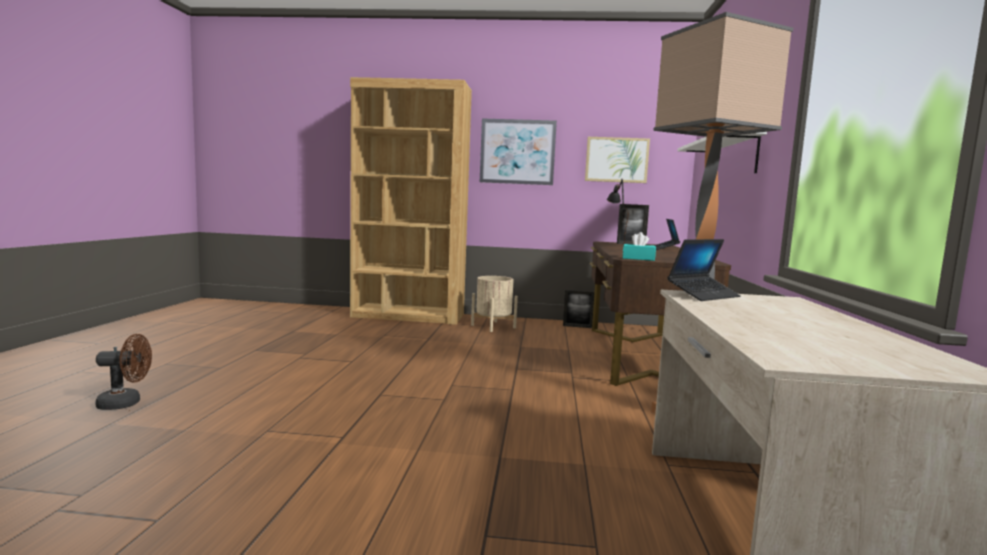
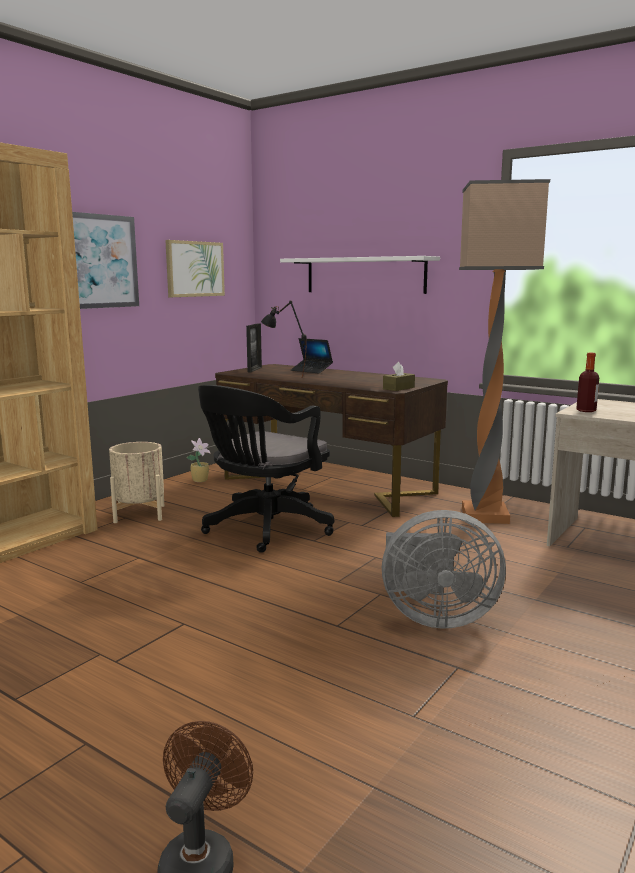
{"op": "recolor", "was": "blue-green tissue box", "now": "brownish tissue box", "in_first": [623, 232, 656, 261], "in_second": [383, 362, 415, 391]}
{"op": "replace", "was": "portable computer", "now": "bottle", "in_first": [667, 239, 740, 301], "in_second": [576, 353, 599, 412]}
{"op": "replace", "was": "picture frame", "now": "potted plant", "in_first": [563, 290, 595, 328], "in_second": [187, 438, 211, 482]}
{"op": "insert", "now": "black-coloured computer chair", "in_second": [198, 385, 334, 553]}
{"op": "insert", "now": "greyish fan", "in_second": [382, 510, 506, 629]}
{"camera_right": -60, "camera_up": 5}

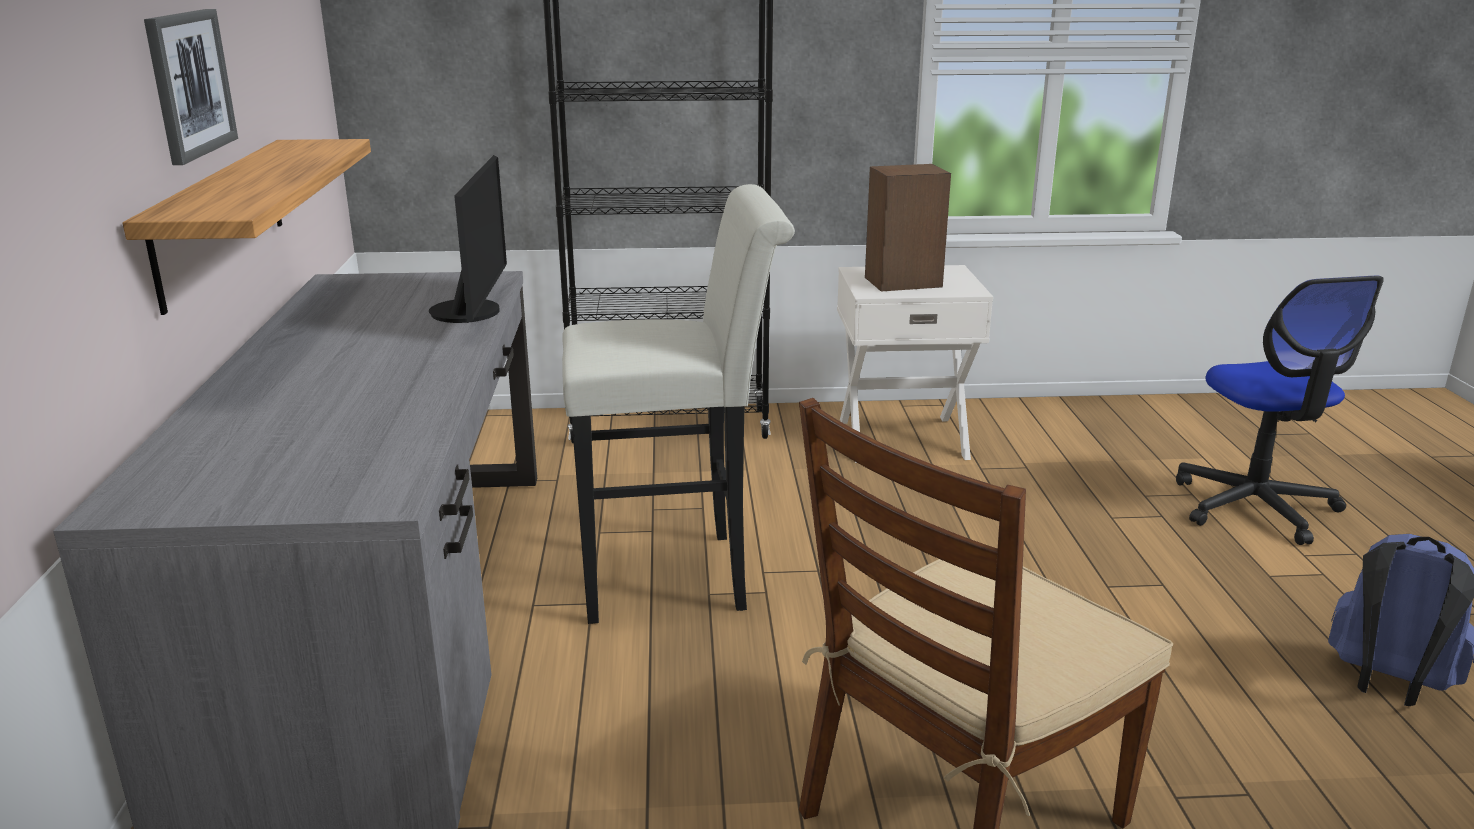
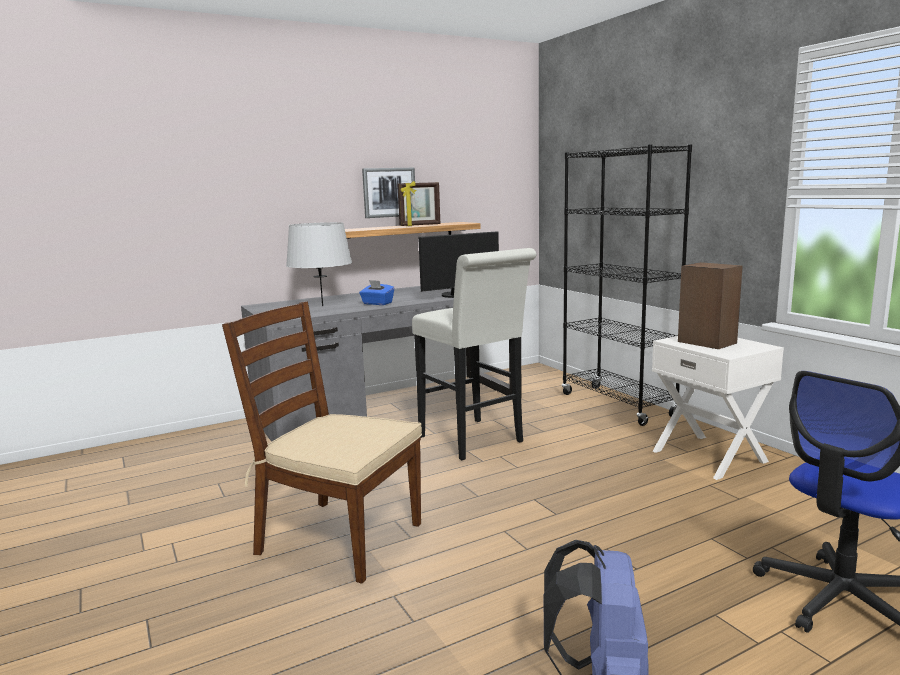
{"op": "insert", "now": "picture frame", "in_second": [397, 181, 440, 226]}
{"op": "insert", "now": "greyish table lamp", "in_second": [286, 222, 352, 306]}
{"op": "insert", "now": "blue tissue box", "in_second": [359, 280, 394, 305]}
{"camera_right": 65, "camera_up": -10}

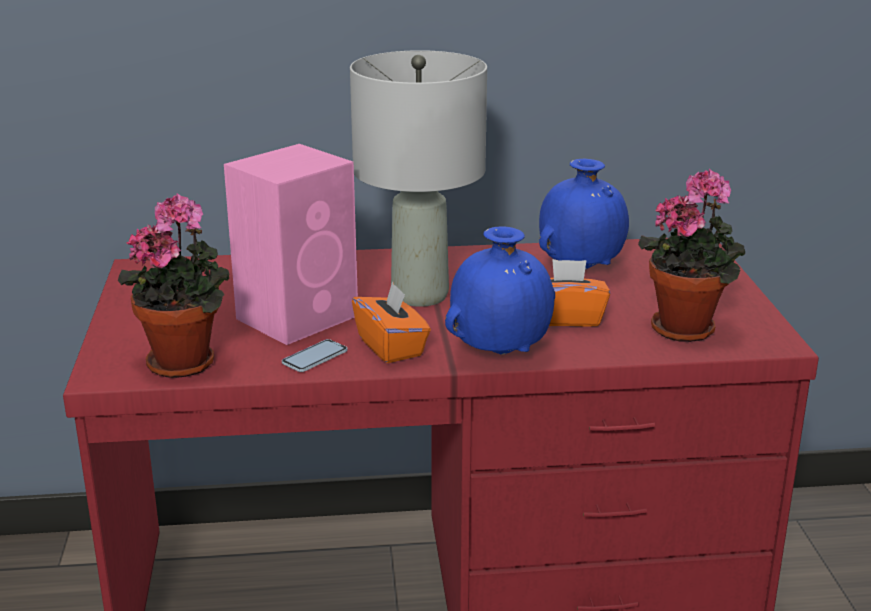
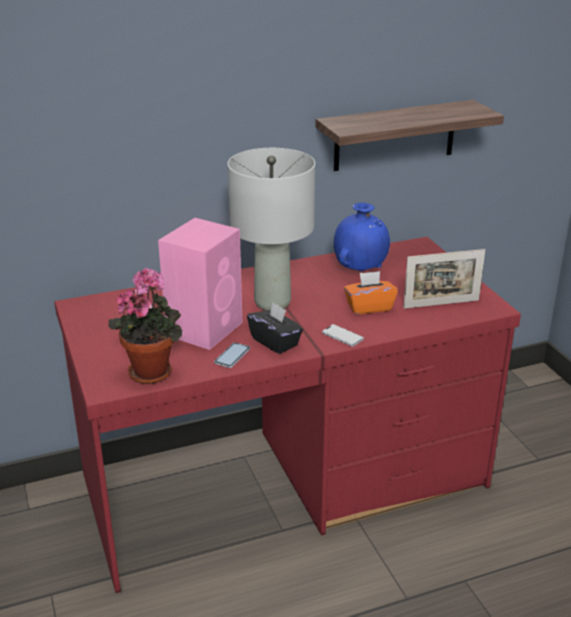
{"op": "replace", "was": "potted plant", "now": "picture frame", "in_first": [638, 169, 745, 342], "in_second": [403, 249, 485, 309]}
{"op": "replace", "was": "blue flower vase", "now": "telephone", "in_first": [445, 226, 555, 355], "in_second": [322, 324, 364, 346]}
{"op": "recolor", "was": "orange-coloured tissue box", "now": "black-coloured tissue box", "in_first": [352, 281, 431, 363], "in_second": [247, 302, 303, 354]}
{"op": "insert", "now": "wall shelf", "in_second": [315, 100, 504, 171]}
{"camera_right": -15, "camera_up": 5}

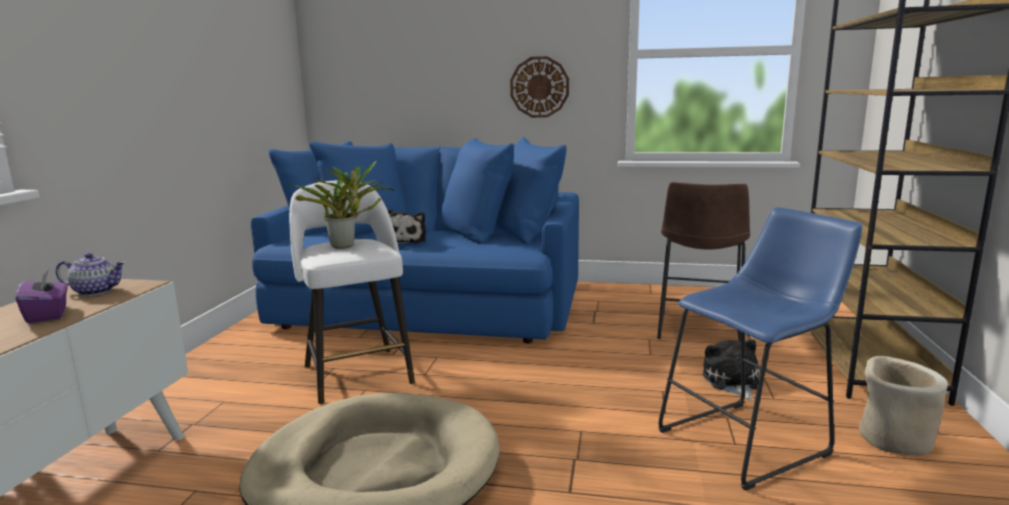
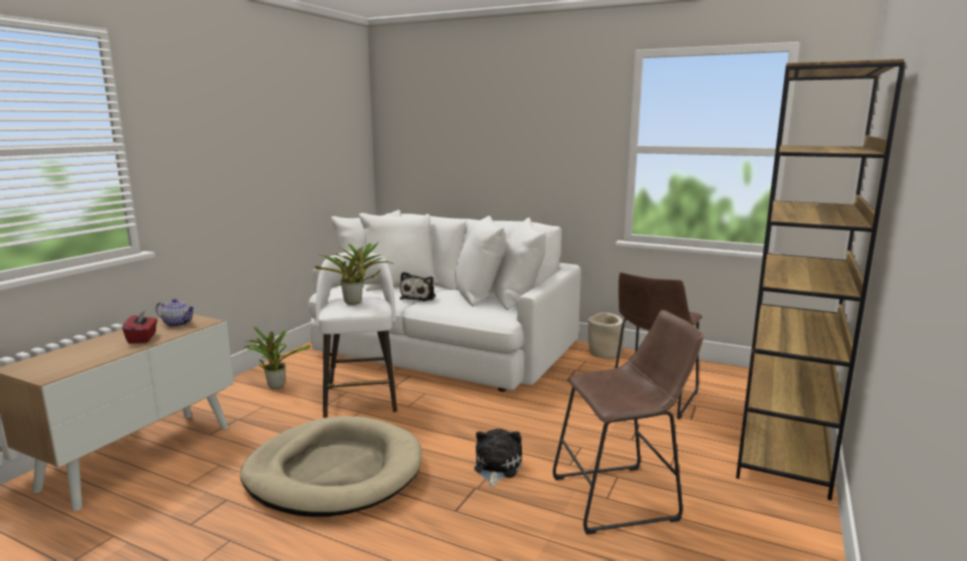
{"op": "delete", "was": "hanging clock", "in_first": [510, 56, 569, 118]}
{"op": "recolor", "was": "blue sofa", "now": "white sofa", "in_first": [251, 137, 579, 343], "in_second": [308, 210, 581, 392]}
{"op": "recolor", "was": "blue stool seat", "now": "brownish stool seat", "in_first": [658, 207, 863, 491], "in_second": [553, 310, 704, 534]}
{"op": "recolor", "was": "purple tissue box", "now": "red tissue box", "in_first": [16, 269, 68, 323], "in_second": [122, 309, 157, 344]}
{"op": "move", "was": "cuddly toy", "in_first": [702, 339, 759, 400], "in_second": [474, 429, 522, 487]}
{"op": "move", "was": "sand-coloured planter", "in_first": [859, 356, 948, 455], "in_second": [588, 312, 624, 359]}
{"op": "insert", "now": "potted plant", "in_second": [244, 327, 310, 389]}
{"camera_right": 15, "camera_up": 0}

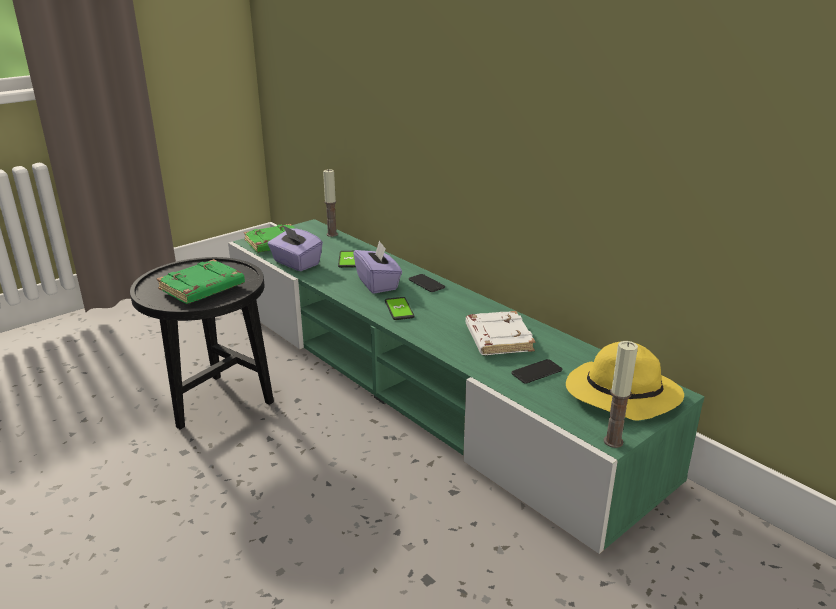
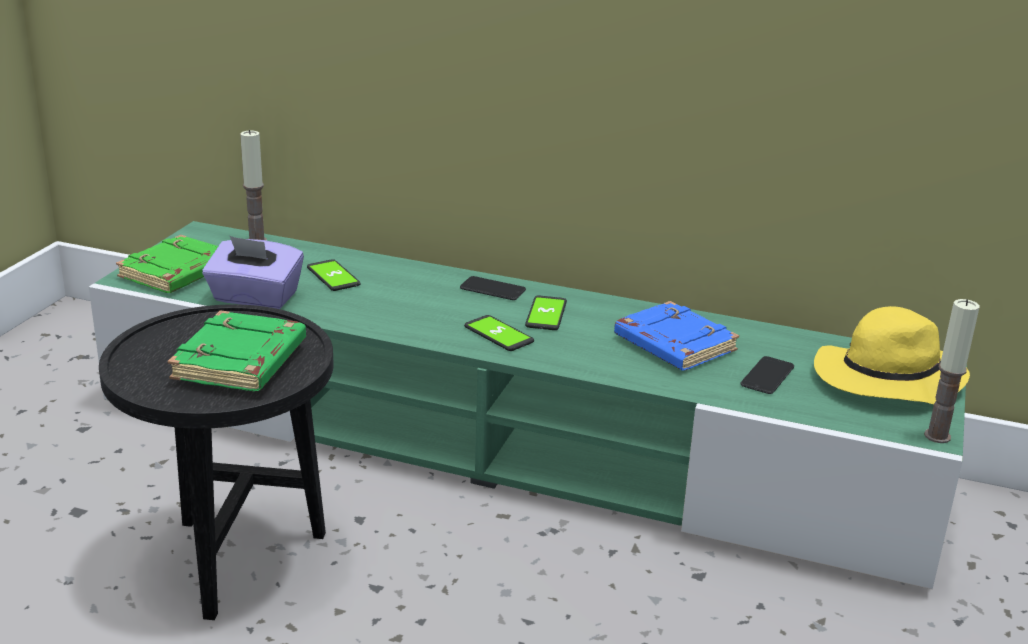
{"op": "delete", "was": "purple tissue box", "in_first": [353, 240, 402, 294]}
{"op": "recolor", "was": "white bound book", "now": "blue bound book", "in_first": [466, 311, 535, 355], "in_second": [614, 301, 739, 371]}
{"op": "insert", "now": "telephone", "in_second": [525, 296, 567, 330]}
{"camera_right": -30, "camera_up": 0}

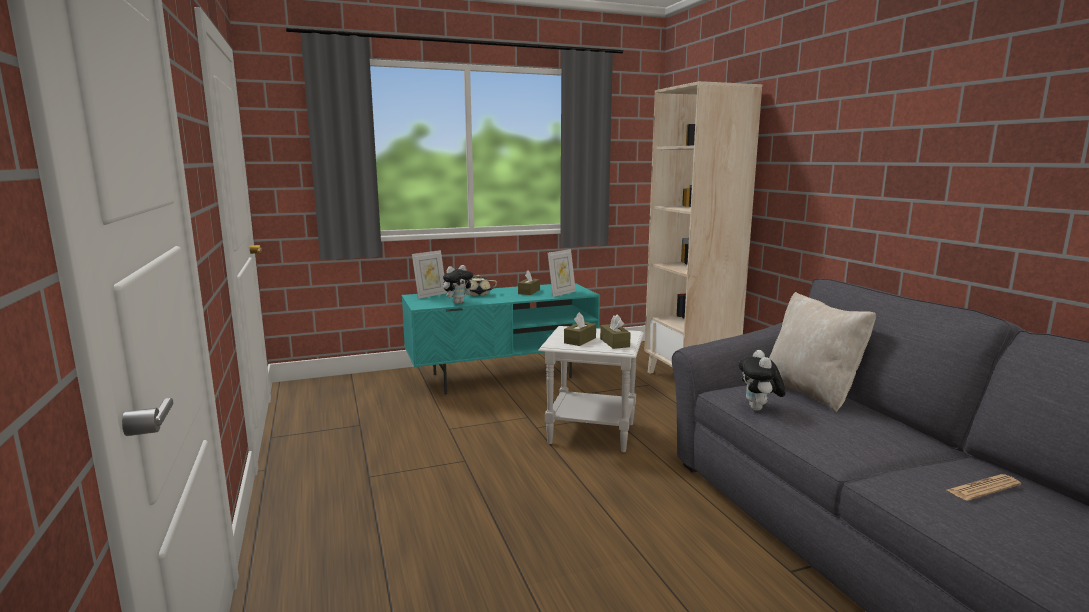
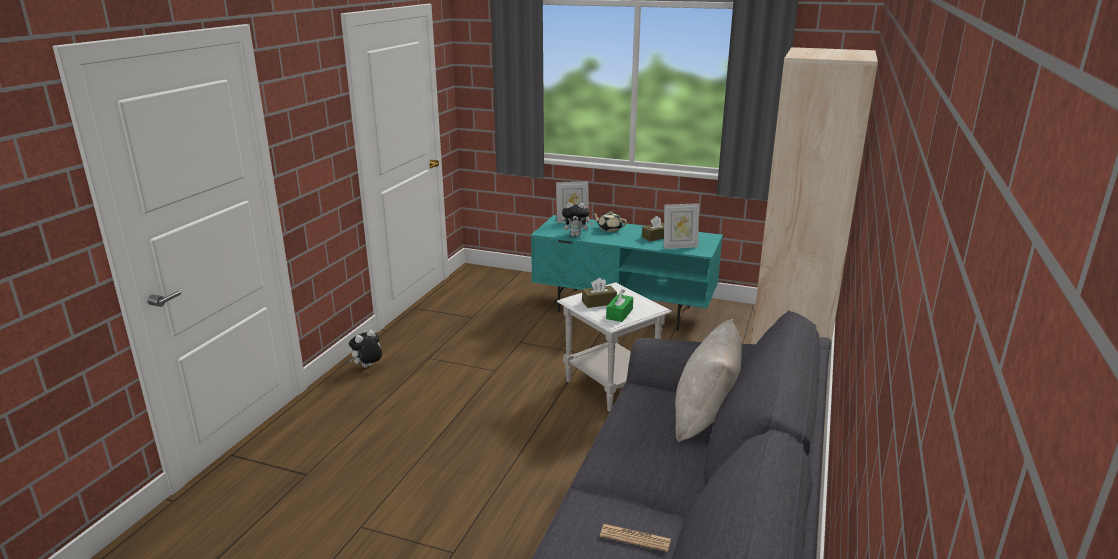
{"op": "recolor", "was": "brownish tissue box", "now": "green tissue box", "in_first": [600, 315, 631, 349], "in_second": [606, 289, 633, 322]}
{"op": "move", "was": "cuddly toy", "in_first": [739, 350, 786, 411], "in_second": [349, 330, 382, 368]}
{"camera_right": 40, "camera_up": 10}

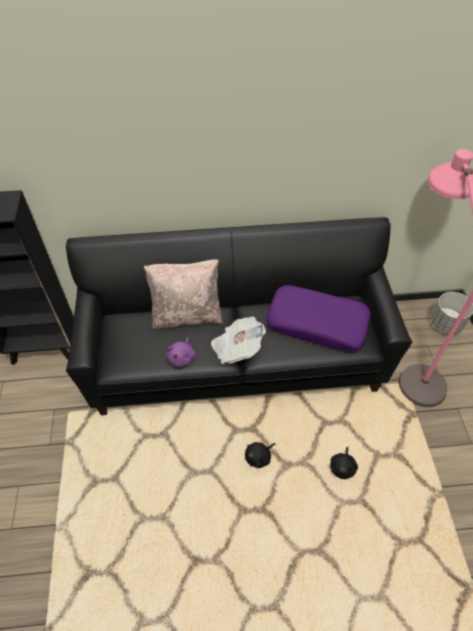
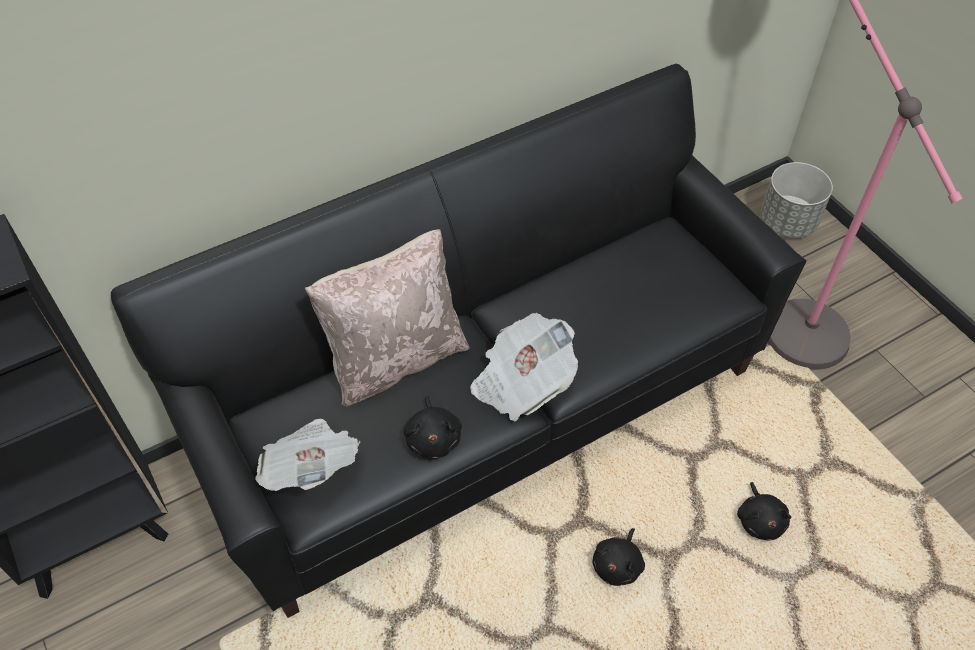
{"op": "delete", "was": "purple throw pillow", "in_first": [267, 285, 371, 351]}
{"op": "recolor", "was": "purple cuddly toy", "now": "black-coloured cuddly toy", "in_first": [166, 337, 196, 367], "in_second": [404, 396, 462, 459]}
{"op": "insert", "now": "printed paper", "in_second": [255, 419, 360, 491]}
{"camera_right": -25, "camera_up": 0}

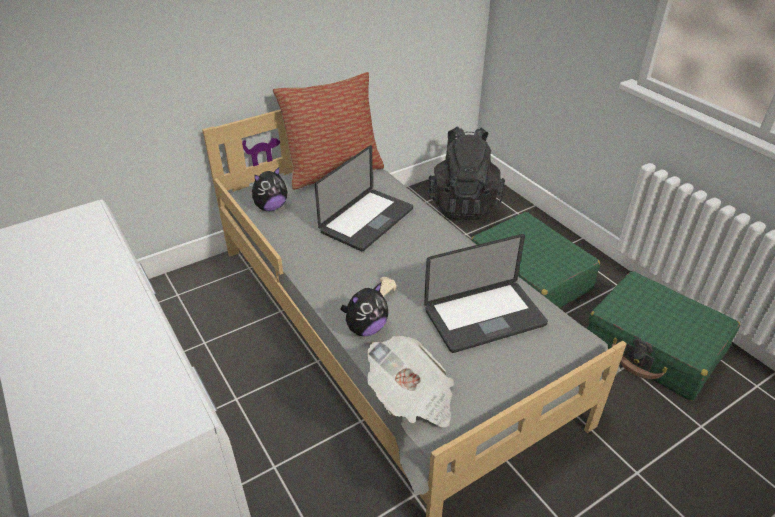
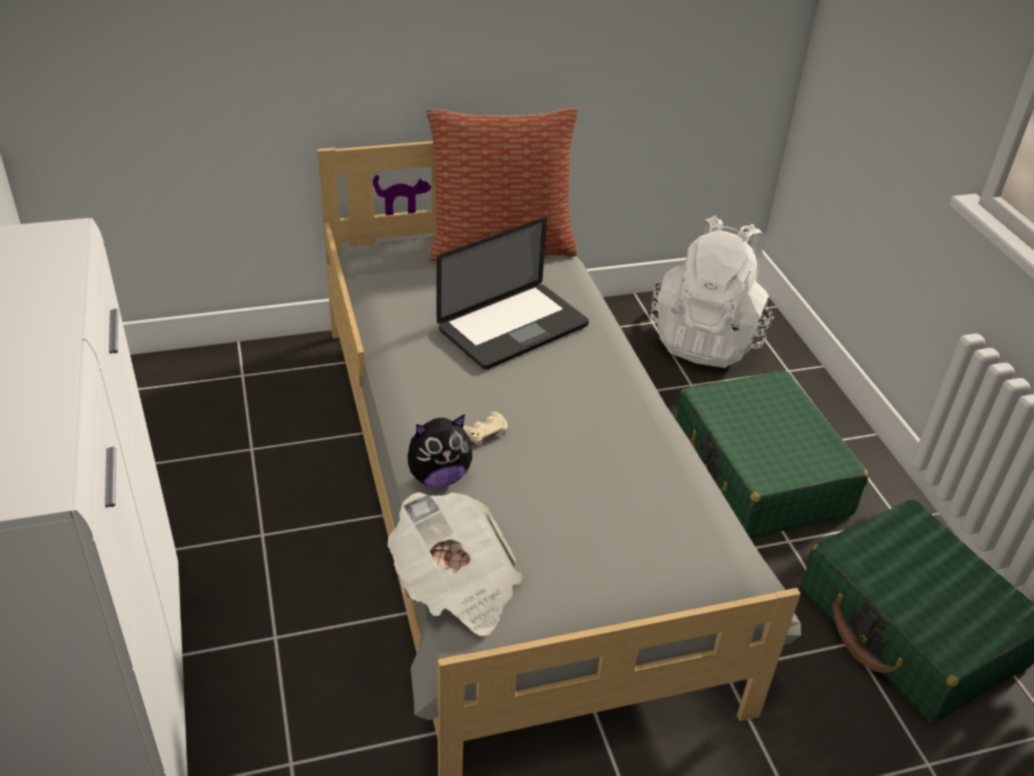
{"op": "recolor", "was": "black-coloured knapsack", "now": "white knapsack", "in_first": [428, 127, 505, 220], "in_second": [650, 216, 774, 368]}
{"op": "delete", "was": "cuddly toy", "in_first": [252, 167, 288, 211]}
{"op": "delete", "was": "portable computer", "in_first": [424, 234, 548, 353]}
{"camera_right": 15, "camera_up": 0}

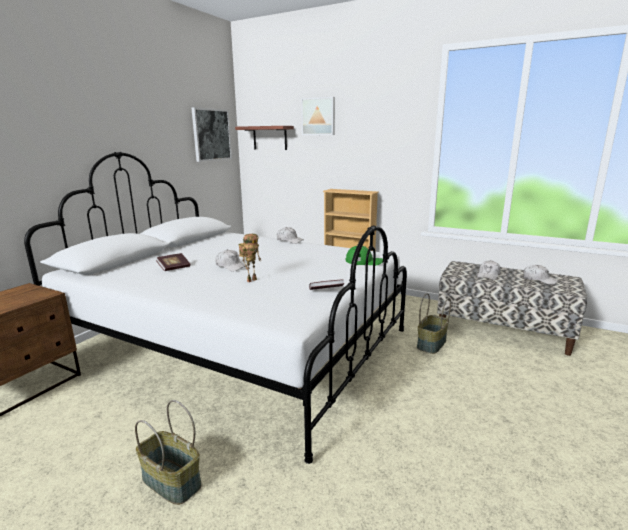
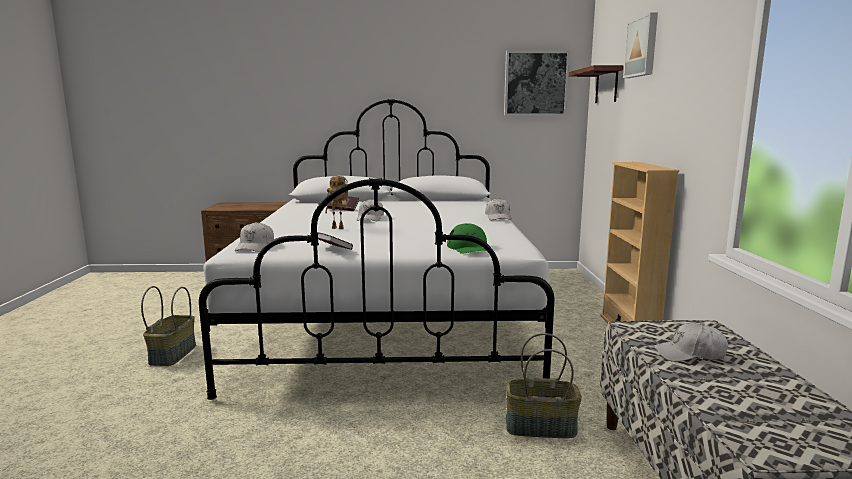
{"op": "move", "was": "white baseball cap", "in_first": [523, 265, 558, 285], "in_second": [234, 222, 274, 252]}
{"camera_right": 60, "camera_up": -5}

